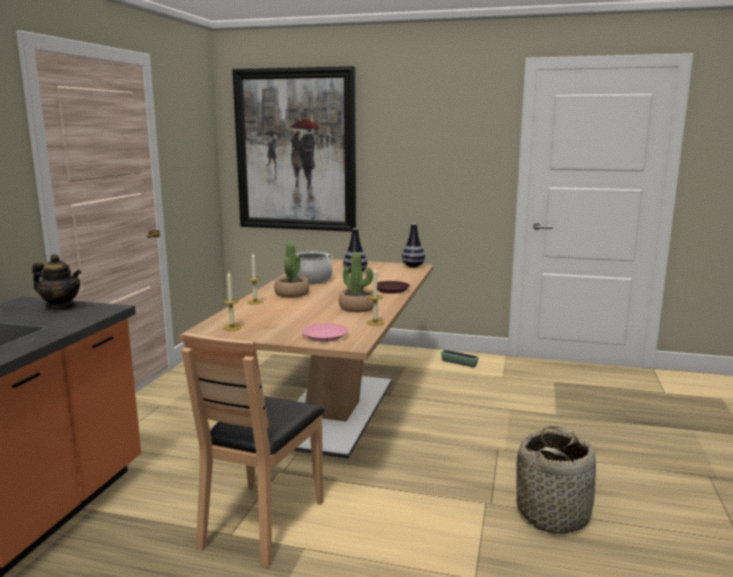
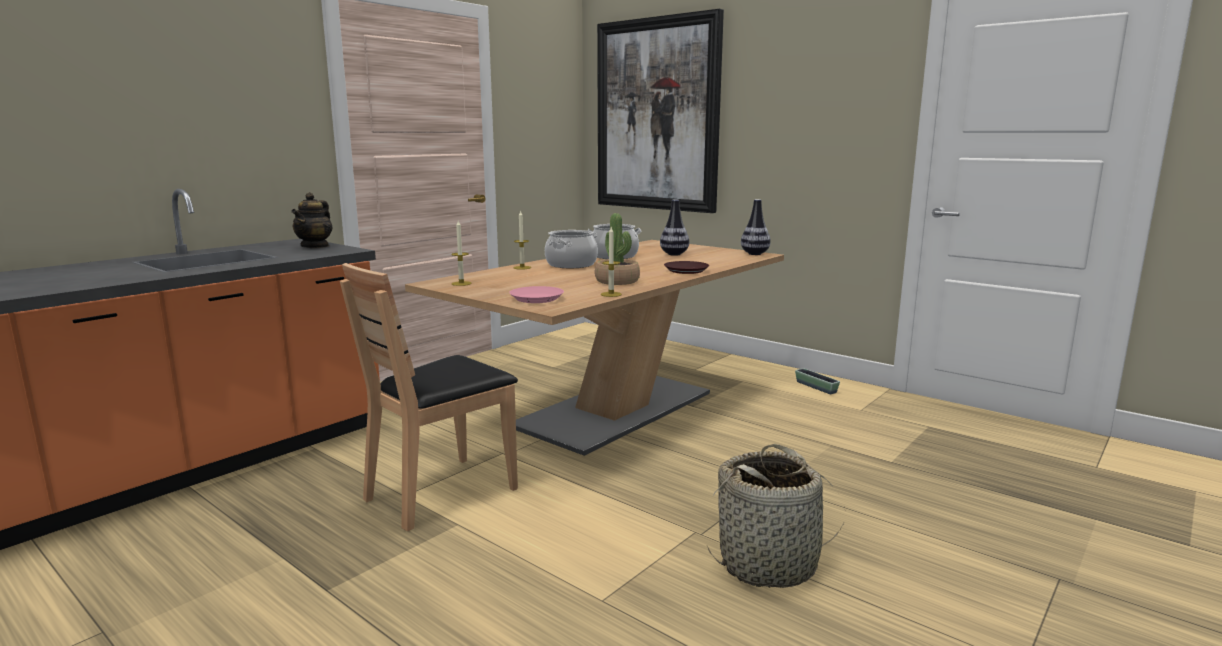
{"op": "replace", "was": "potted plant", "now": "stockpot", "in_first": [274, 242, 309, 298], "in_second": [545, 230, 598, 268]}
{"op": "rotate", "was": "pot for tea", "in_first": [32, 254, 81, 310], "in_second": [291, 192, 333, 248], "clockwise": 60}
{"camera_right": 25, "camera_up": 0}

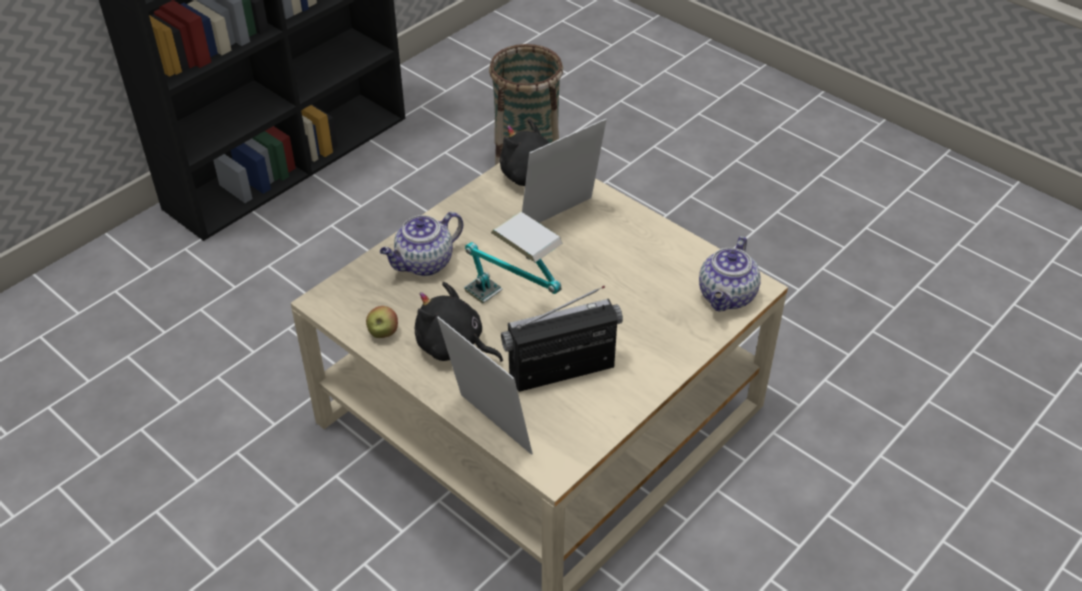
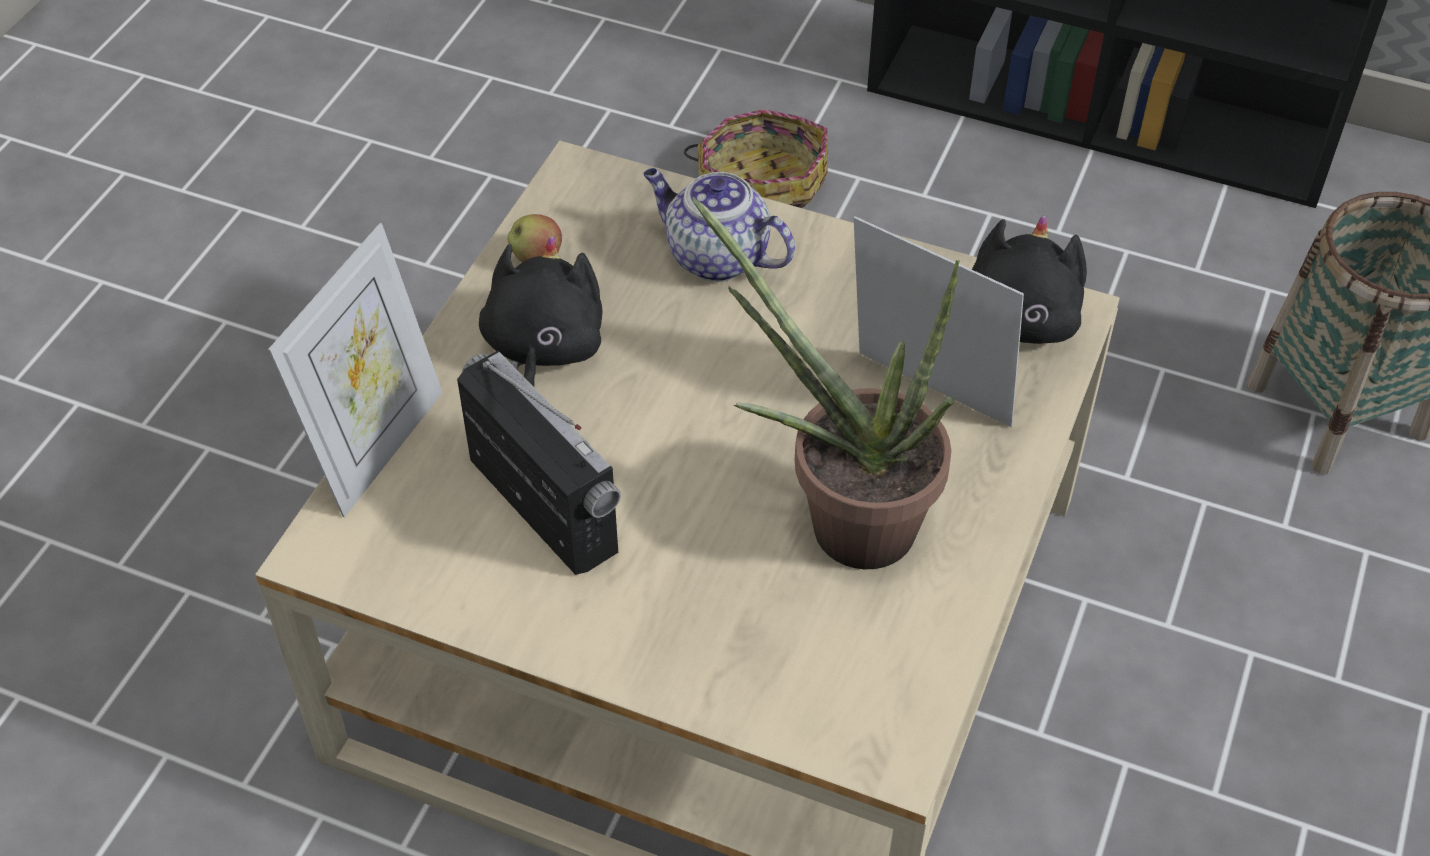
{"op": "delete", "was": "table lamp", "in_first": [464, 211, 562, 304]}
{"op": "delete", "was": "pot for tea", "in_first": [699, 236, 761, 312]}
{"op": "insert", "now": "basket", "in_second": [684, 109, 828, 208]}
{"op": "insert", "now": "potted plant", "in_second": [692, 197, 960, 569]}
{"camera_right": 70, "camera_up": 5}

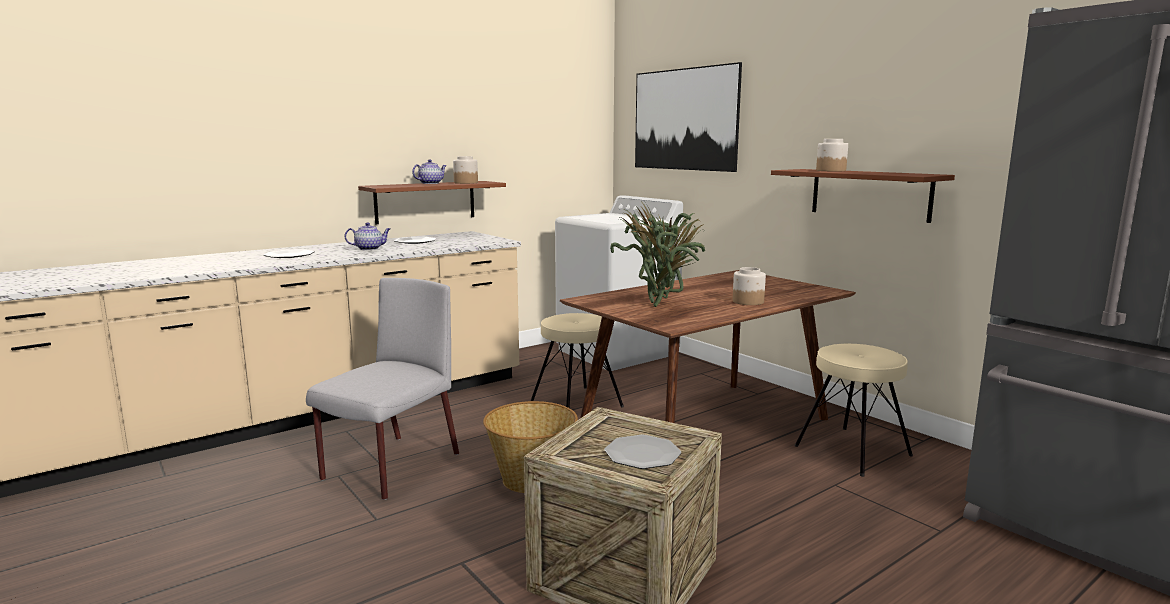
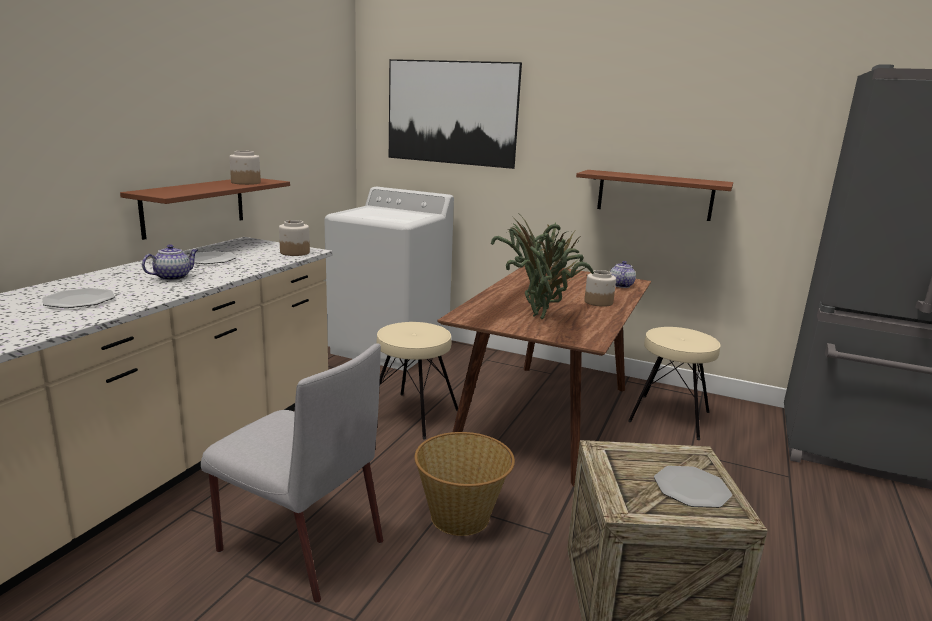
{"op": "move", "was": "preserve jar", "in_first": [816, 139, 848, 171], "in_second": [279, 220, 310, 256]}
{"op": "move", "was": "pot for tea", "in_first": [412, 159, 447, 184], "in_second": [610, 261, 636, 288]}
{"op": "rotate", "was": "greyish plain chair", "in_first": [306, 278, 459, 500], "in_second": [201, 343, 383, 603], "clockwise": 120}
{"camera_right": -30, "camera_up": 5}

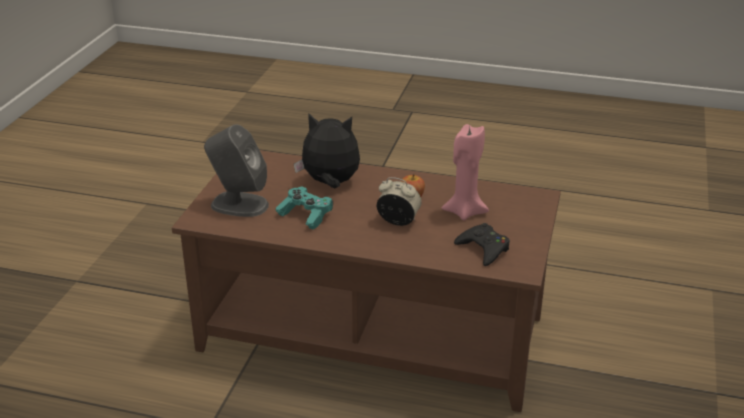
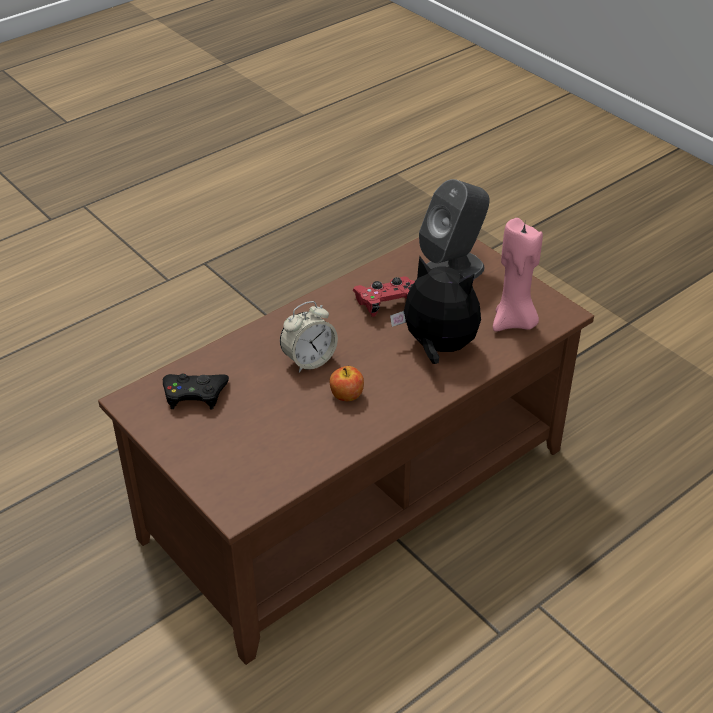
{"op": "rotate", "was": "cuddly toy", "in_first": [294, 113, 360, 189], "in_second": [390, 256, 481, 364], "clockwise": -105}
{"op": "move", "was": "pink-coloured candle", "in_first": [442, 124, 489, 221], "in_second": [493, 218, 543, 332]}
{"op": "recolor", "was": "blue-green joypad", "now": "red joypad", "in_first": [275, 187, 333, 230], "in_second": [353, 277, 415, 317]}
{"camera_right": 125, "camera_up": 10}

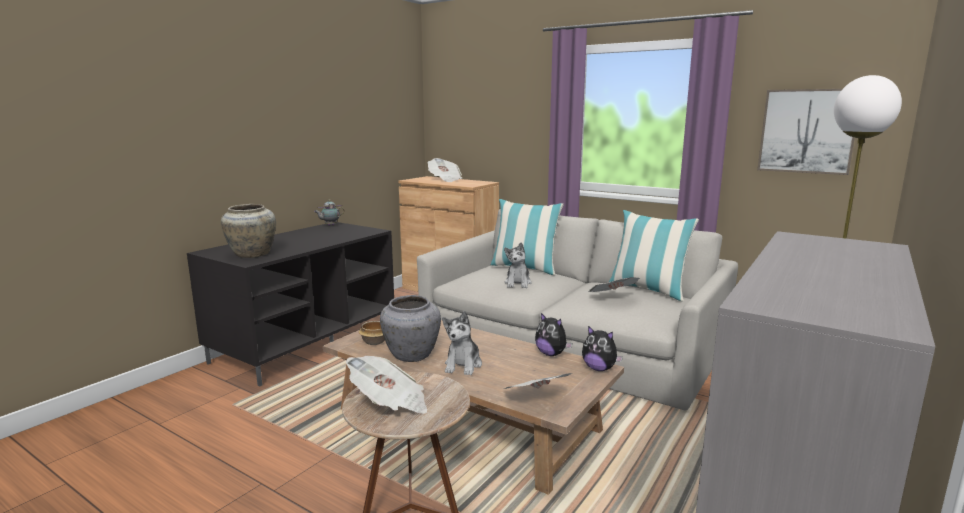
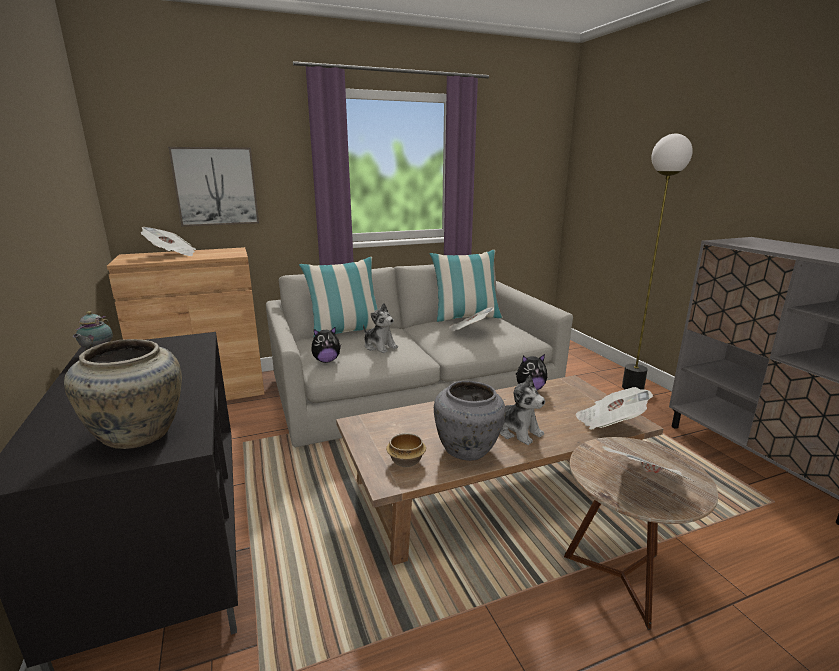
{"op": "move", "was": "picture", "in_first": [757, 89, 854, 175], "in_second": [168, 147, 259, 227]}
{"op": "move", "was": "cuddly toy", "in_first": [582, 326, 623, 371], "in_second": [311, 326, 341, 363]}
{"camera_right": -55, "camera_up": 5}

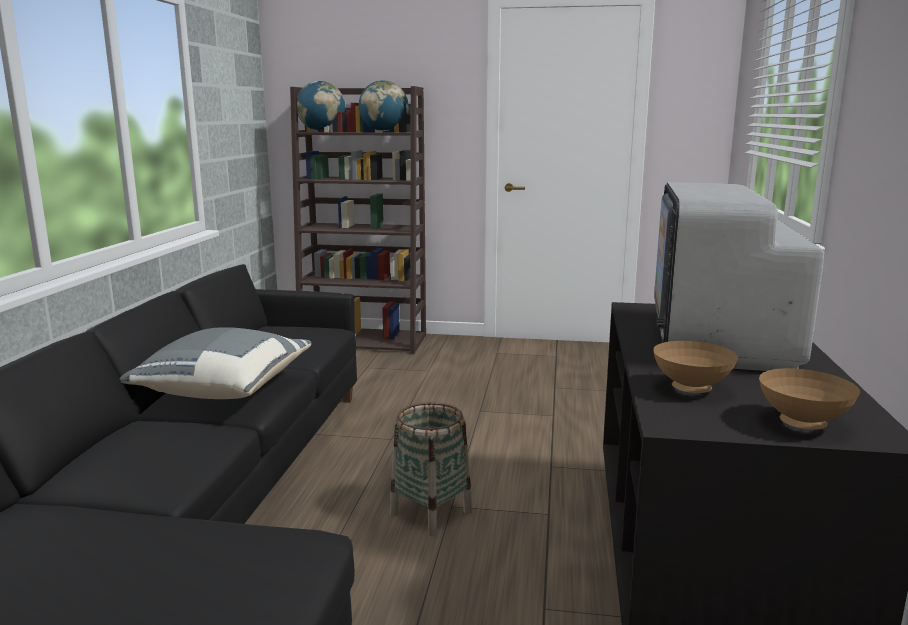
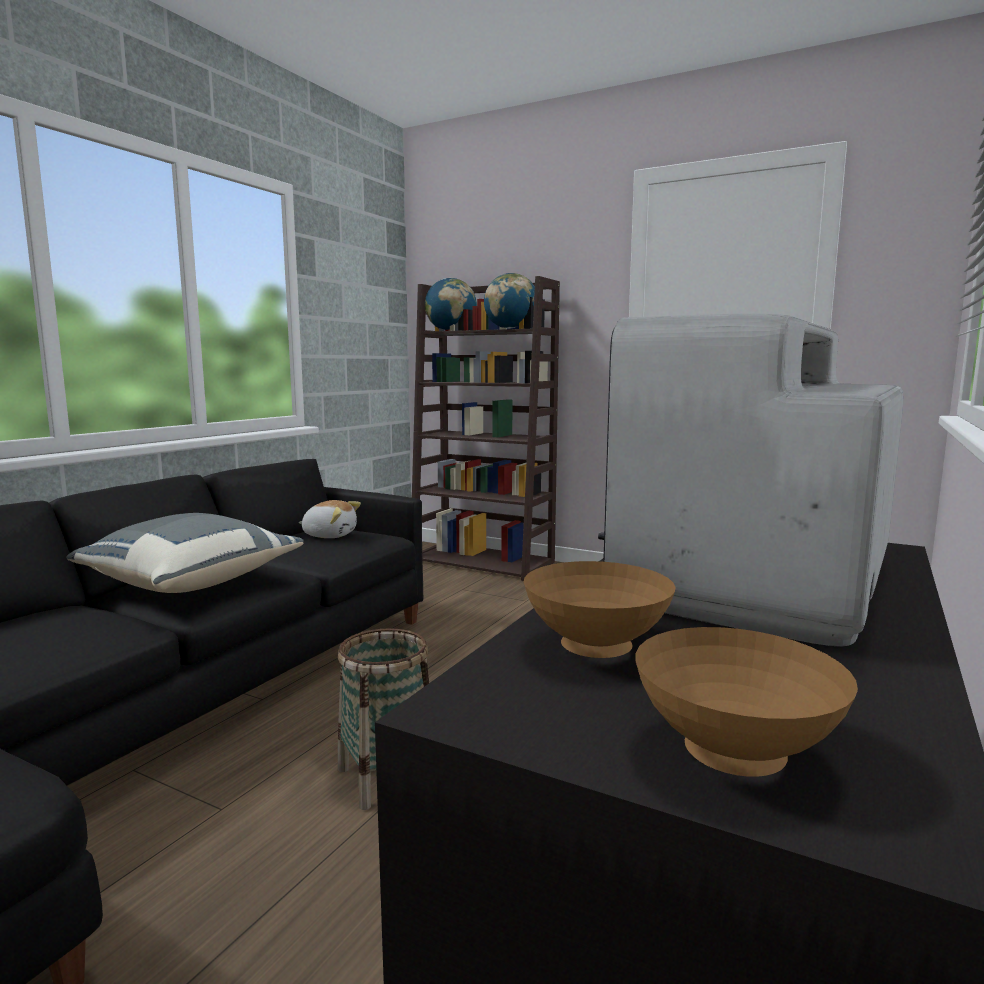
{"op": "insert", "now": "cuddly toy", "in_second": [299, 500, 361, 538]}
{"camera_right": 20, "camera_up": -5}

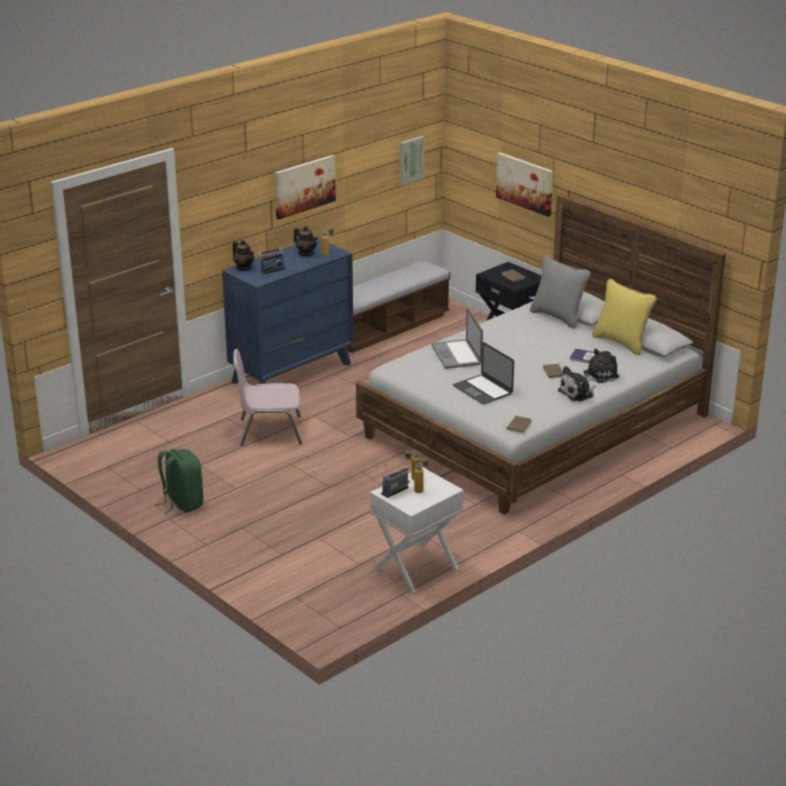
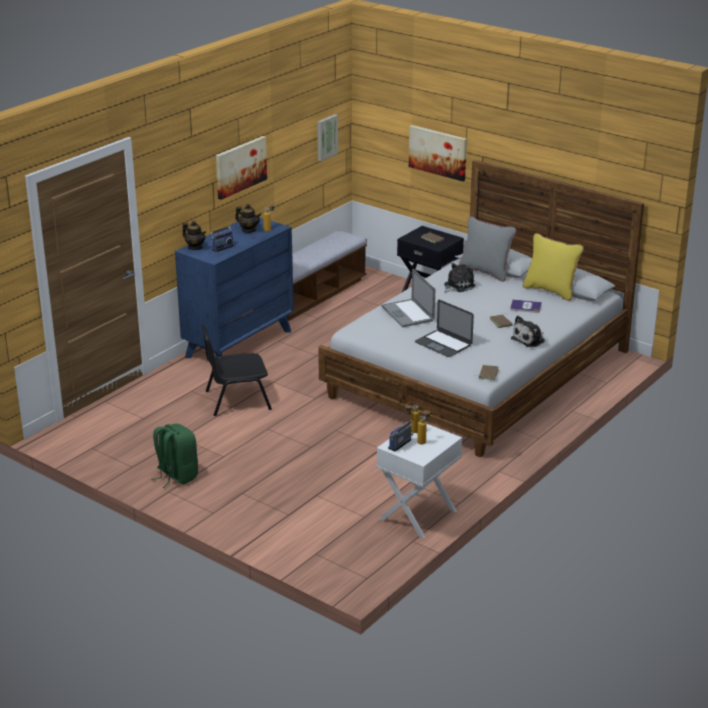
{"op": "recolor", "was": "pink-coloured plain chair", "now": "black-coloured plain chair", "in_first": [233, 349, 302, 446], "in_second": [201, 325, 272, 416]}
{"op": "move", "was": "cuddly toy", "in_first": [584, 349, 619, 383], "in_second": [444, 263, 475, 293]}
{"camera_right": -10, "camera_up": 0}

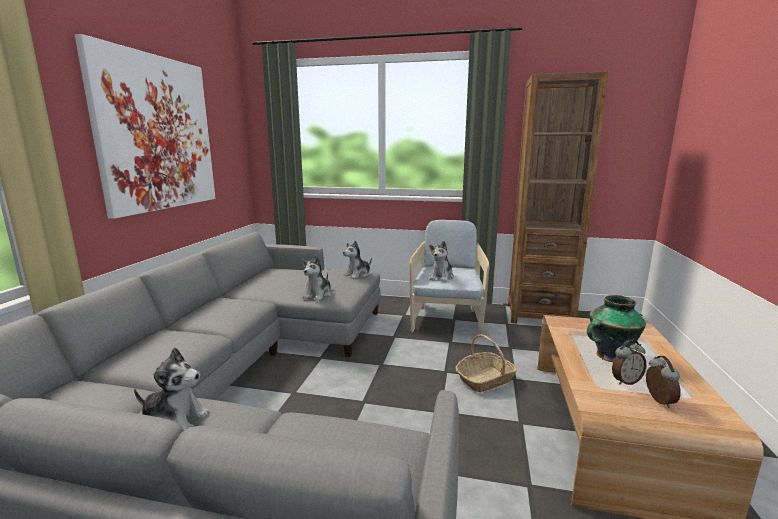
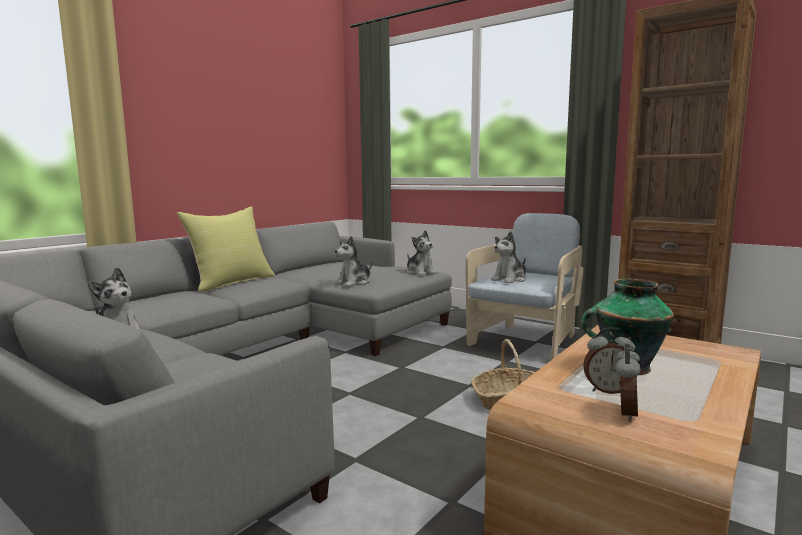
{"op": "delete", "was": "picture", "in_first": [75, 34, 216, 219]}
{"op": "rotate", "was": "cuddly toy", "in_first": [343, 240, 372, 279], "in_second": [407, 230, 437, 276], "clockwise": -105}
{"op": "insert", "now": "yellow-coloured throw pillow", "in_second": [176, 207, 275, 291]}
{"camera_right": 25, "camera_up": -5}

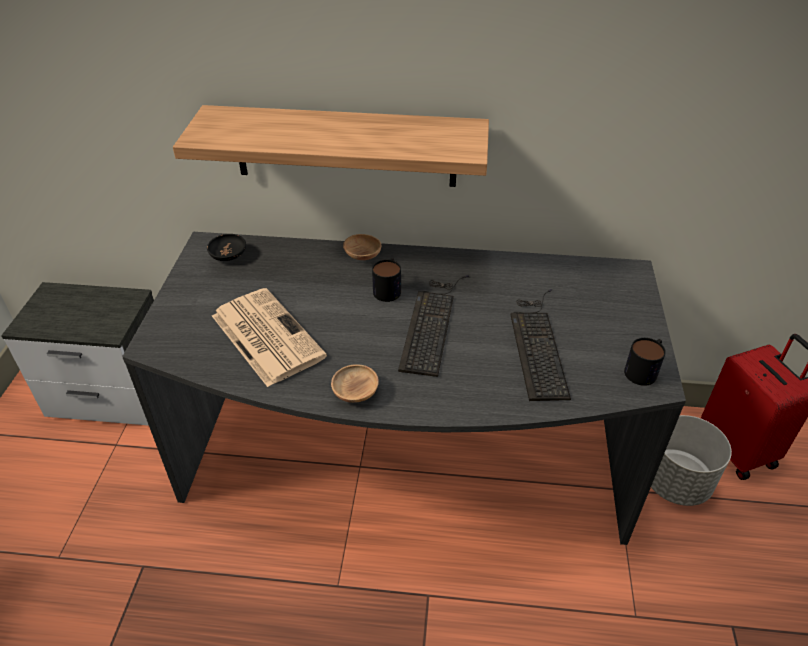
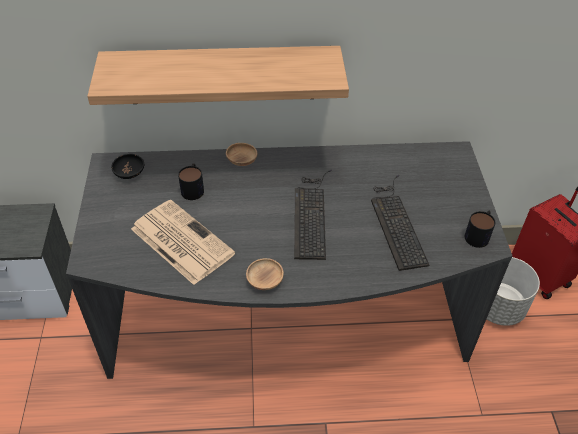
{"op": "move", "was": "mug", "in_first": [372, 258, 401, 302], "in_second": [178, 164, 204, 200]}
{"camera_right": -10, "camera_up": 5}

